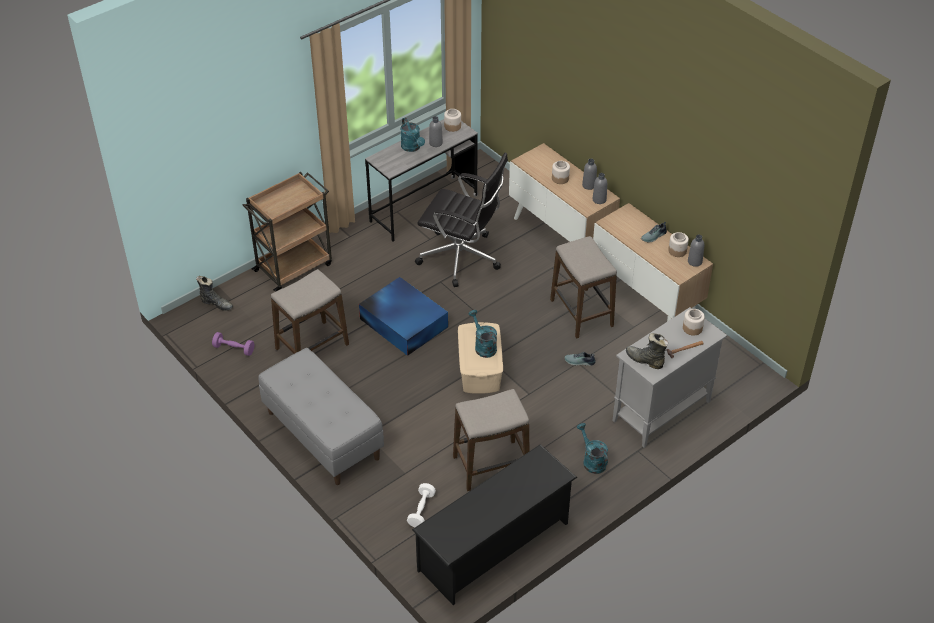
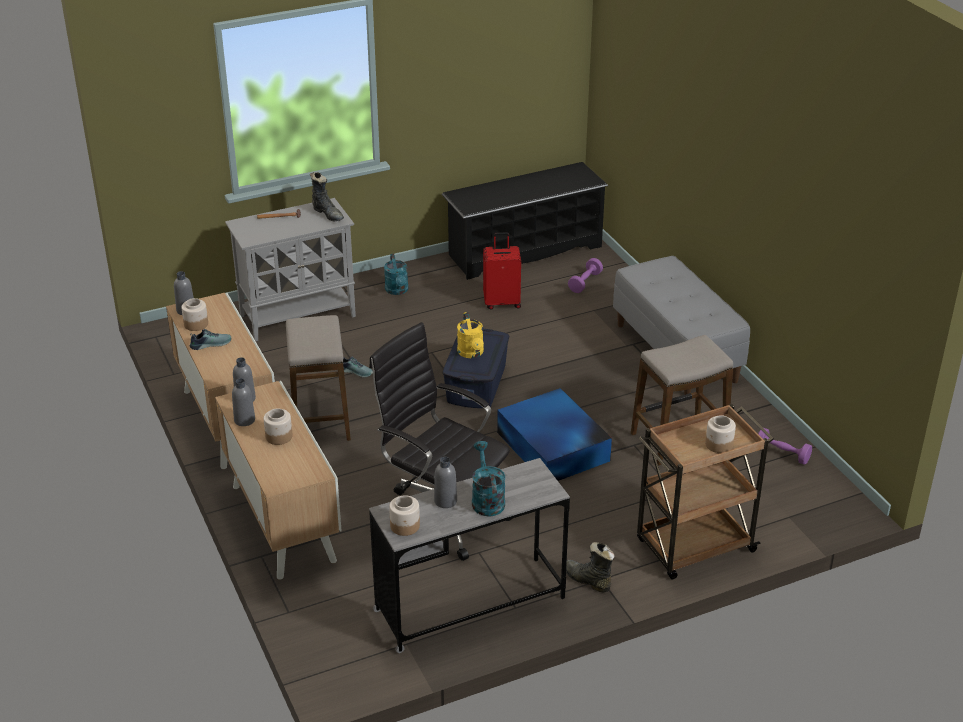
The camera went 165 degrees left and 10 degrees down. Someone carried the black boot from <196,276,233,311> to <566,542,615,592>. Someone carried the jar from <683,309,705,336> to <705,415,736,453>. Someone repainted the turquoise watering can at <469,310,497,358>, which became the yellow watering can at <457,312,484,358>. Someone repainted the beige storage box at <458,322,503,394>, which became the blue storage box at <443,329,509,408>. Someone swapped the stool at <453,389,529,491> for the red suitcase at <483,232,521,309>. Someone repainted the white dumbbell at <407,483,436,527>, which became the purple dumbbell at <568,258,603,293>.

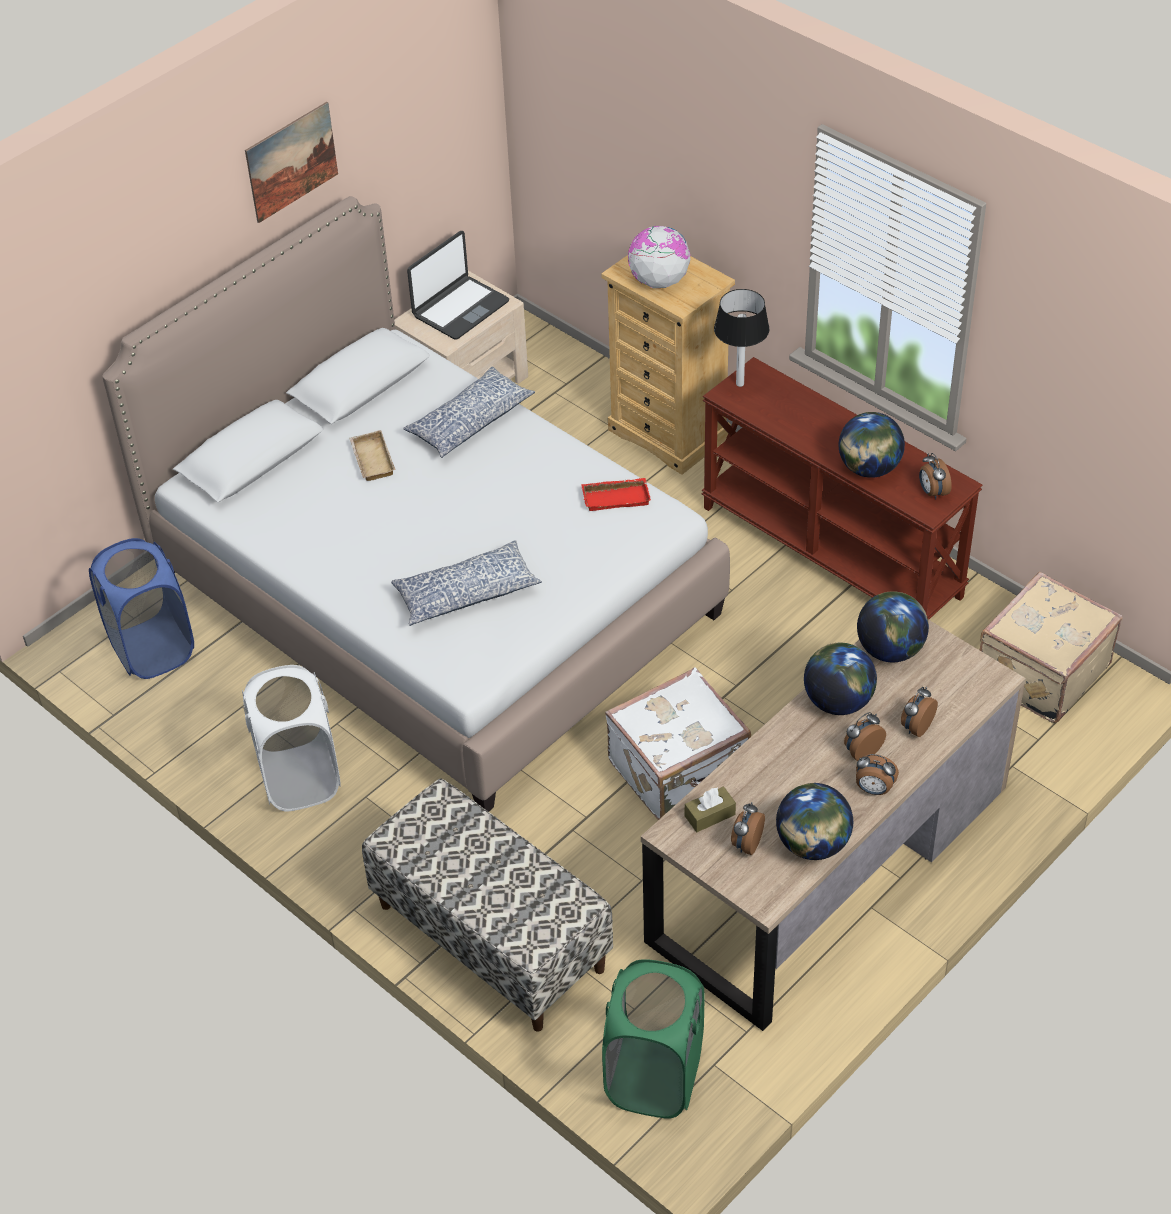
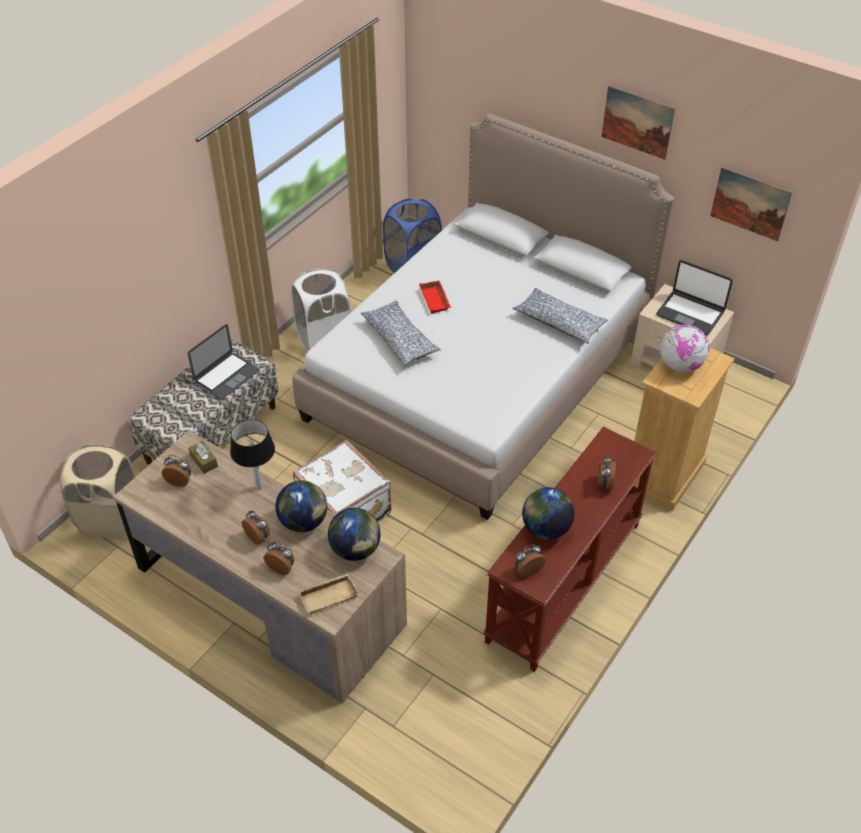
The camera went 80 degrees right and 0 degrees up. Someone carried the table lamp from <714,289,770,387> to <230,419,275,490>. Someone carried the beige tray from <349,430,396,481> to <298,573,359,614>. Someone carried the red tray from <581,478,651,511> to <419,281,451,314>. Someone took away the beige suitcase at <980,572,1122,723>. Someone carried the alarm clock from <856,754,899,795> to <598,455,616,490>. Someone took away the globe at <776,783,853,860>. Someone repainted the green laundry basket at <602,959,705,1119>, which became the beige laundry basket at <60,444,136,538>. Someone put up the picture at <710,167,792,241>. Someone put down the laptop at <188,324,260,399>.

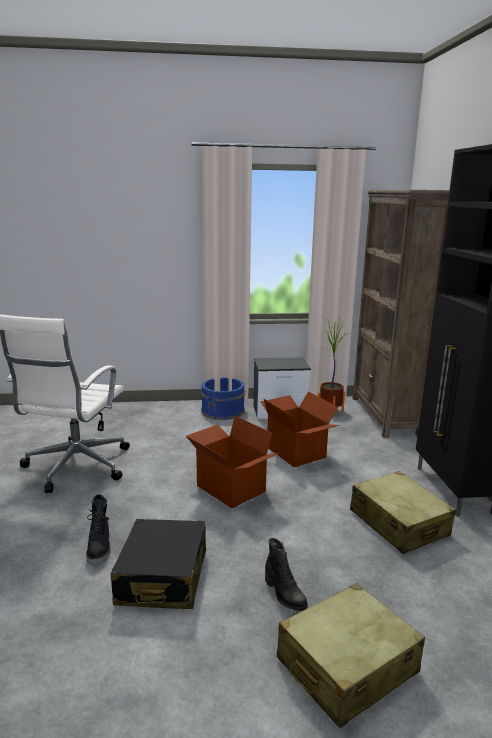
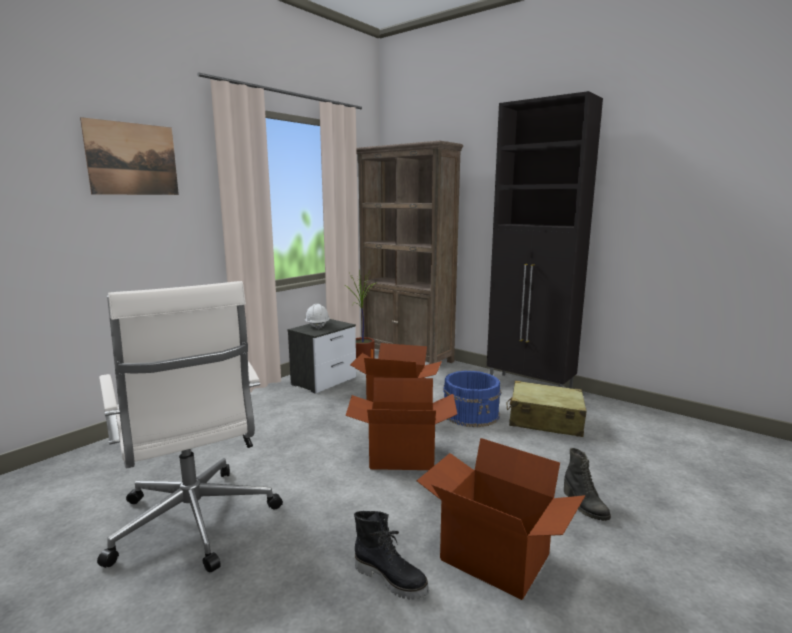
The camera went 45 degrees left and 5 degrees down. Someone carried the blue bucket from <201,378,245,420> to <443,371,501,427>. Someone swapped the black suitcase at <110,519,206,609> for the cardboard box at <417,438,585,600>. Someone rotated the black boot at <265,538,308,611> by 60 degrees clockwise. Someone took away the beige suitcase at <277,583,425,728>. Someone put up the picture at <80,117,179,195>. Someone put down the white hard hat at <305,304,330,329>.

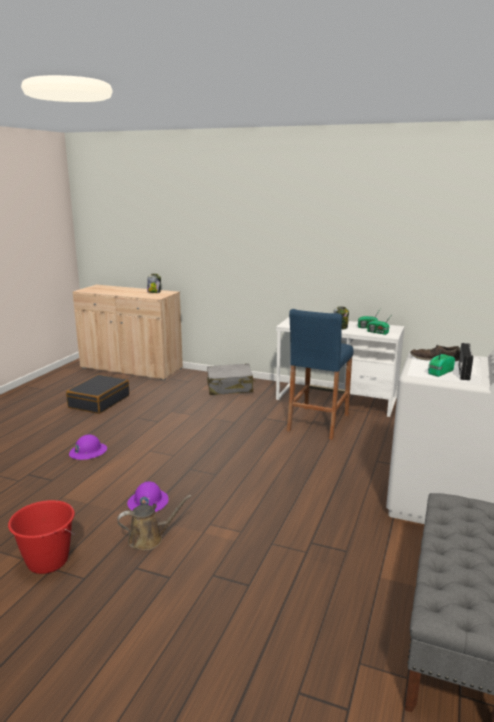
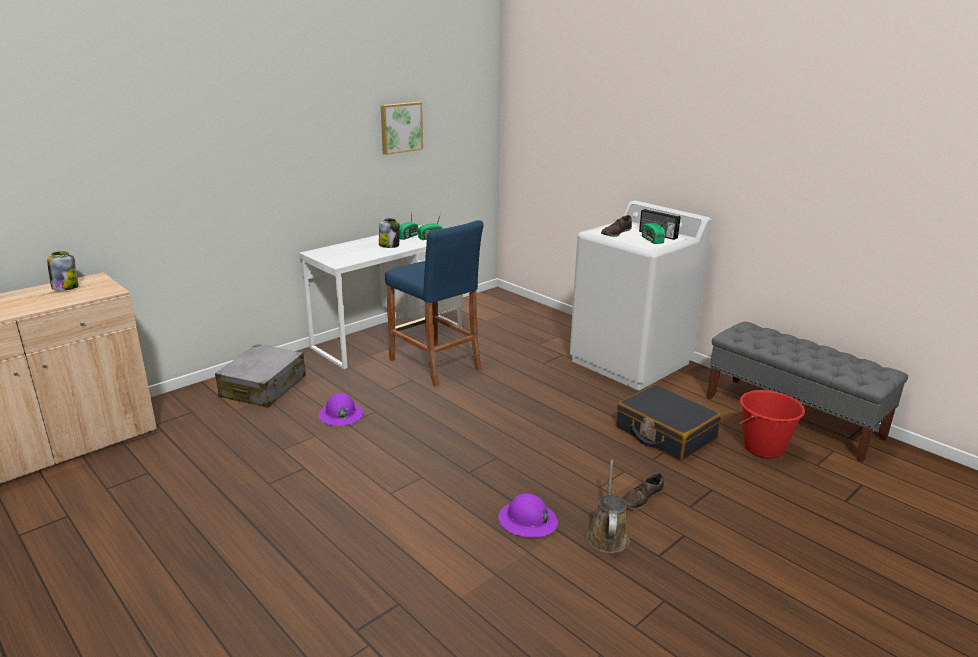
The camera went 65 degrees left and 5 degrees up. Someone carried the black suitcase from <66,375,129,414> to <616,384,721,461>. Someone carried the purple hard hat from <69,434,107,460> to <318,393,363,426>. Someone carried the red bucket from <8,500,76,574> to <739,390,805,459>. Someone put up the picture at <381,102,423,155>. Someone put down the brown shoe at <622,473,664,510>.

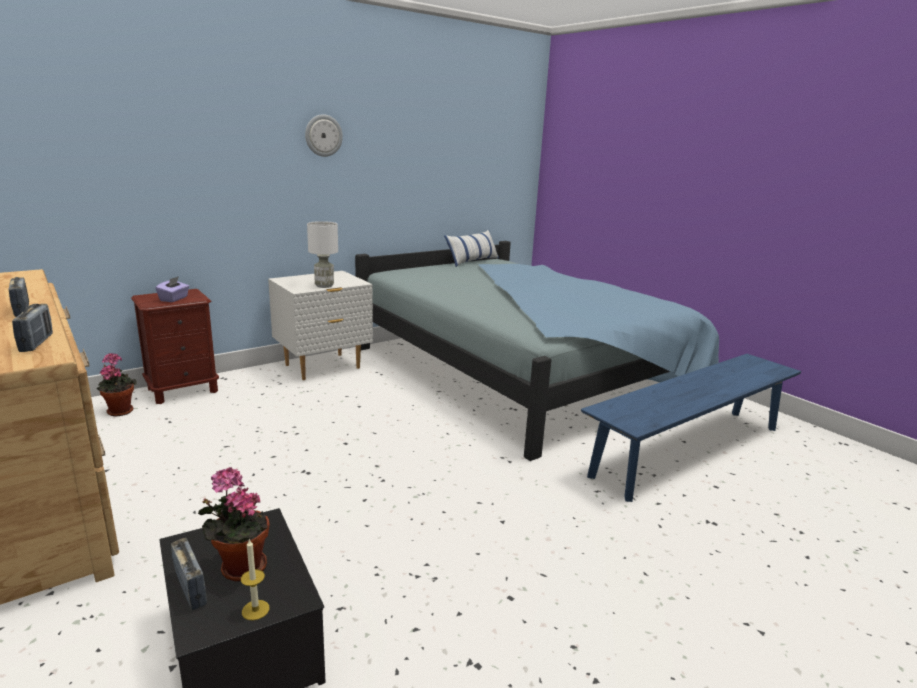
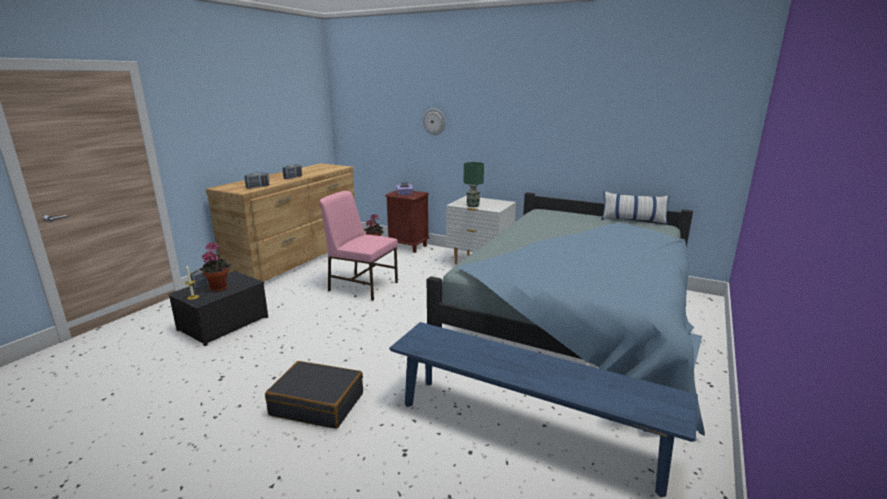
The camera went 65 degrees right and 0 degrees up. Someone carried the wall clock from <305,114,343,157> to <423,108,446,135>. Someone repainted the white table lamp at <307,221,338,288>, which became the green table lamp at <464,162,484,207>. Someone put down the pink chair at <320,191,398,301>. Someone put down the black suitcase at <265,361,363,429>.

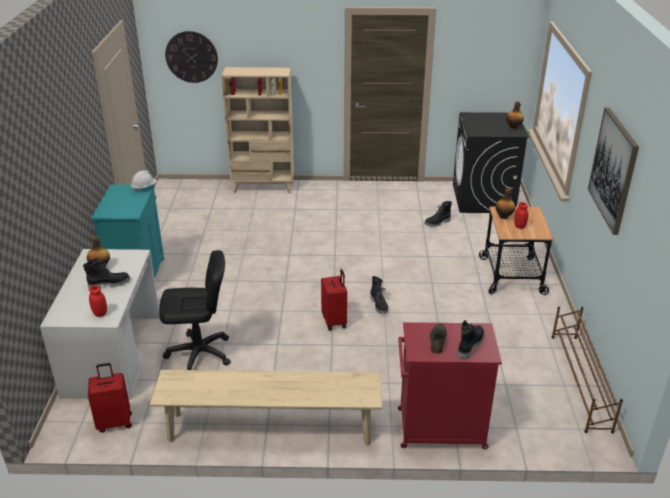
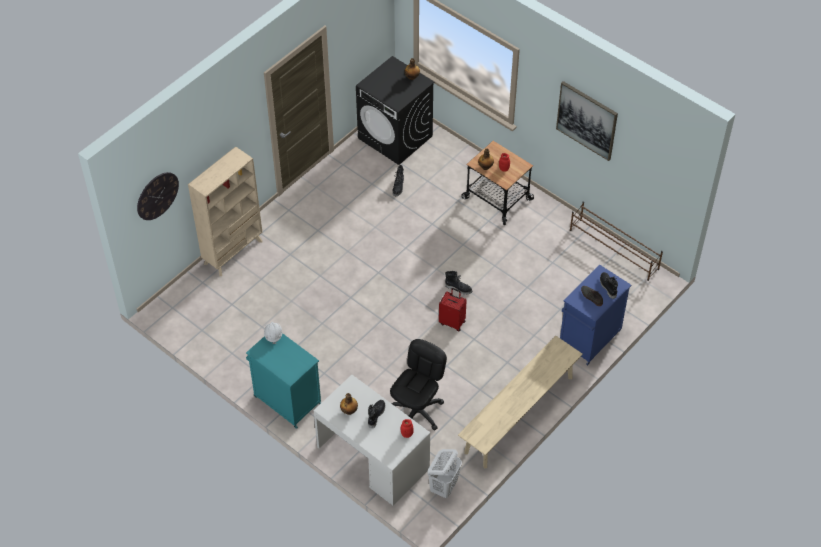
The camera went 50 degrees left and 20 degrees up. Someone repainted the red cabinet at <398,322,502,449>, which became the blue cabinet at <560,264,631,366>. Someone swapped the red suitcase at <88,363,132,433> for the white laundry basket at <427,449,462,498>.

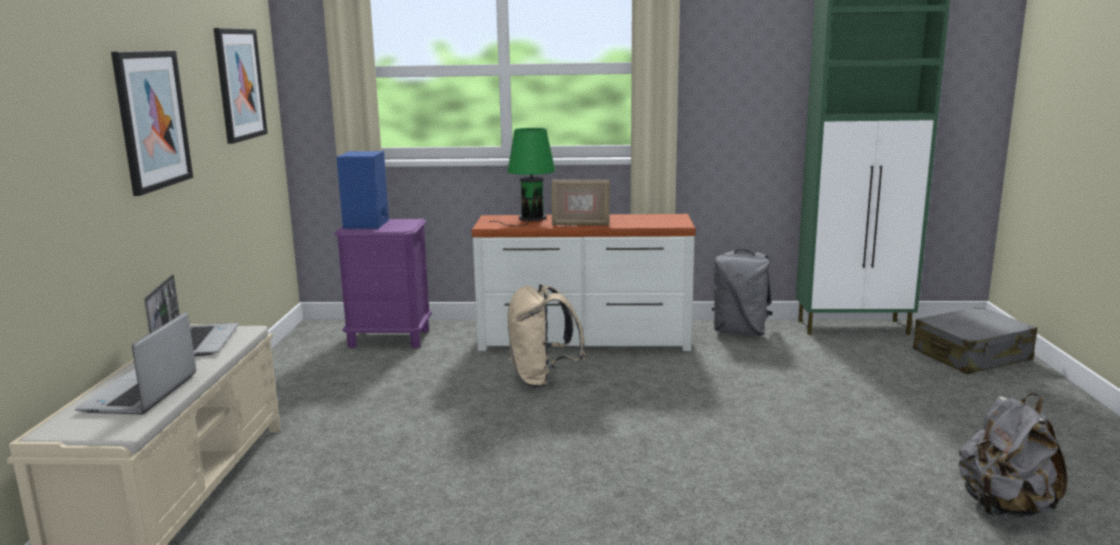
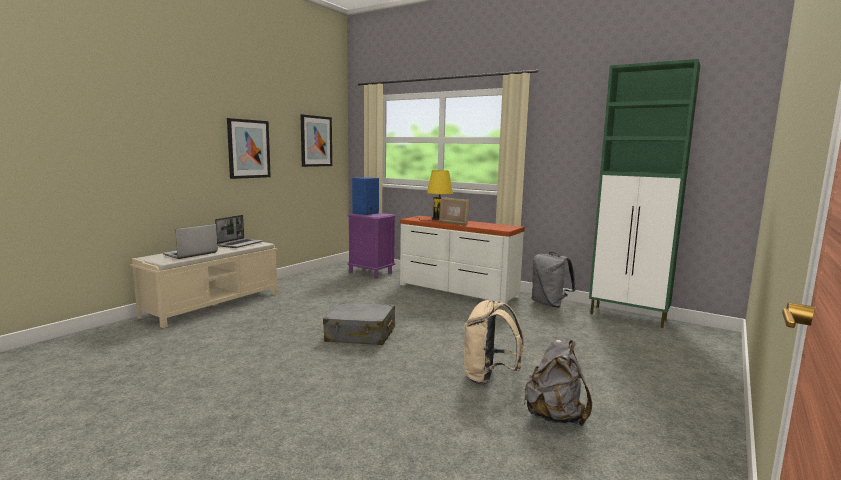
The camera went 30 degrees right and 5 degrees down. Someone repainted the green table lamp at <490,128,556,226>, which became the yellow table lamp at <419,170,453,221>. Someone carried the beige backpack from <508,284,586,388> to <464,300,524,385>. Someone carried the grey suitcase from <913,306,1037,374> to <323,302,395,345>.

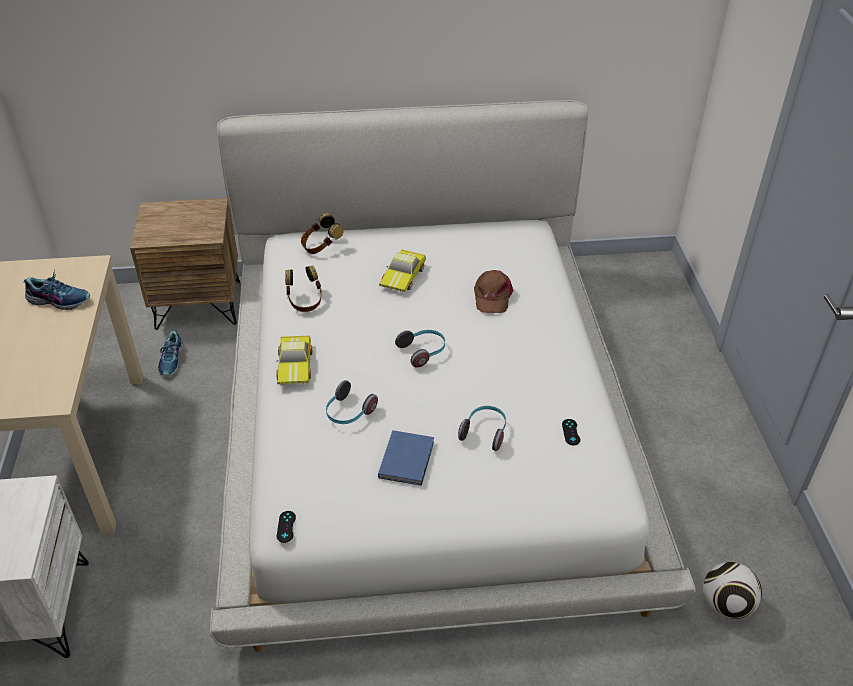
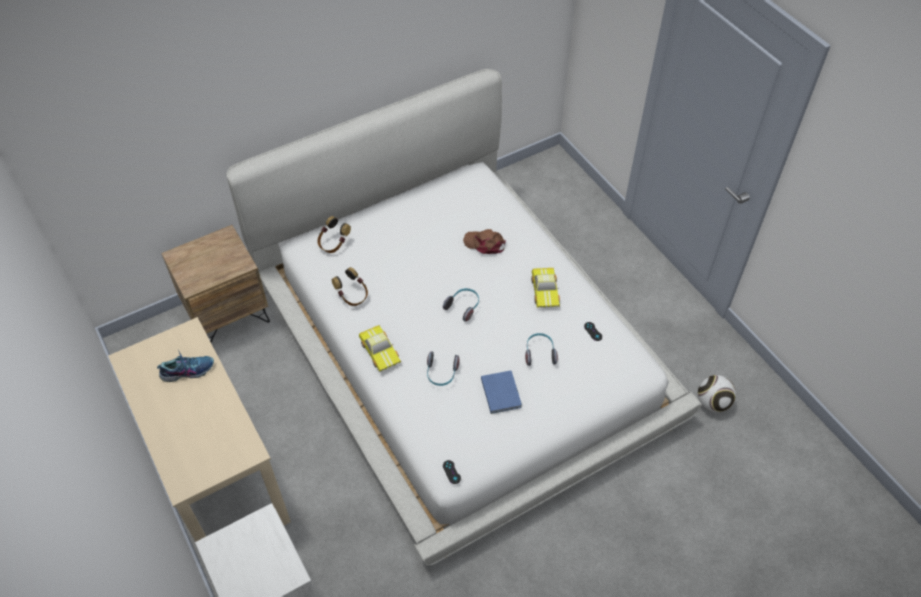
The camera went 25 degrees left and 10 degrees up. Someone carried the toy car from <379,250,426,292> to <531,268,560,308>. Someone rotated the brown cap at <474,270,513,313> by 135 degrees clockwise. Someone took away the shoe at <158,331,183,376>.

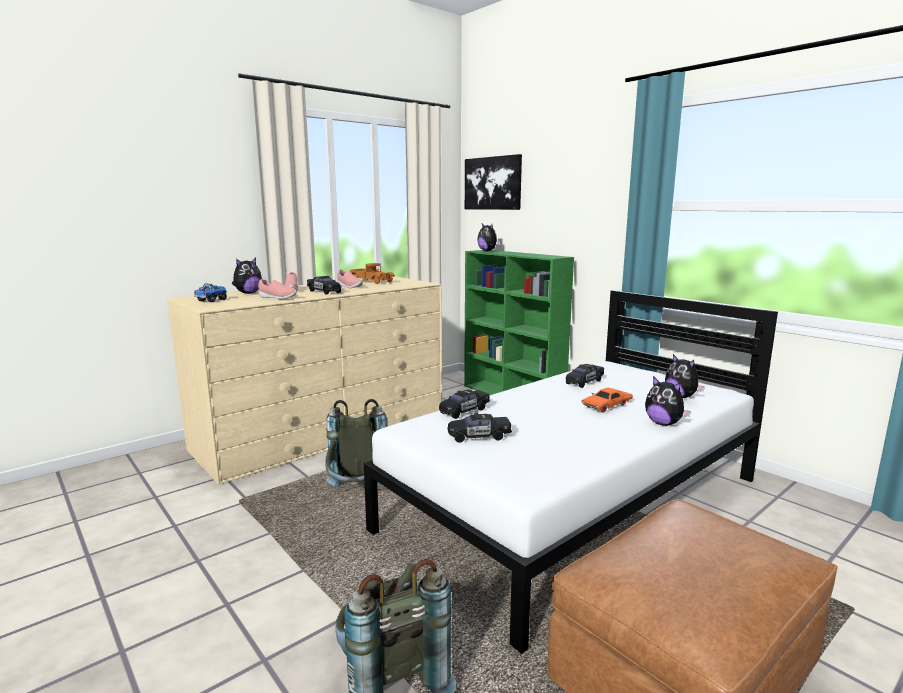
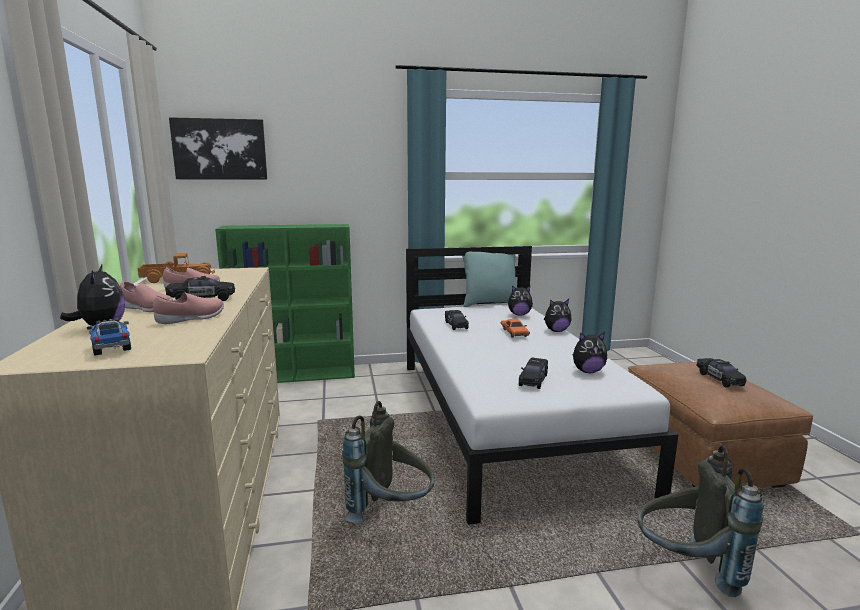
The camera went 60 degrees left and 0 degrees up. Someone carried the plush toy from <477,224,500,251> to <573,332,607,373>. Someone carried the black toy car from <439,390,490,419> to <696,358,747,388>. Someone put down the turquoise pillow at <460,247,517,307>.

